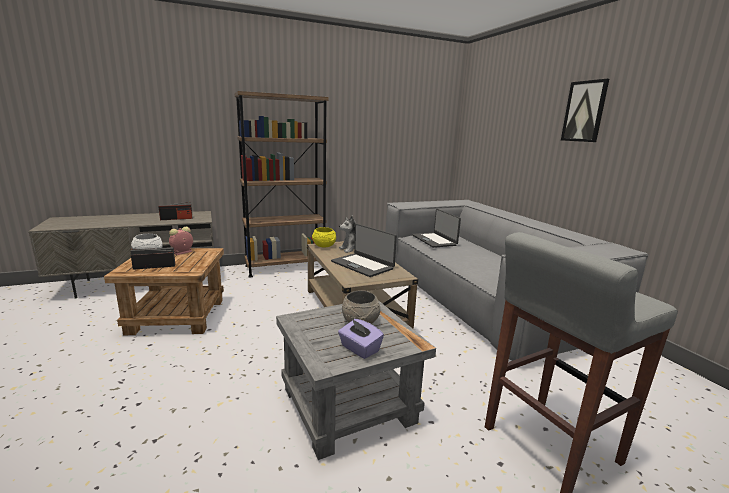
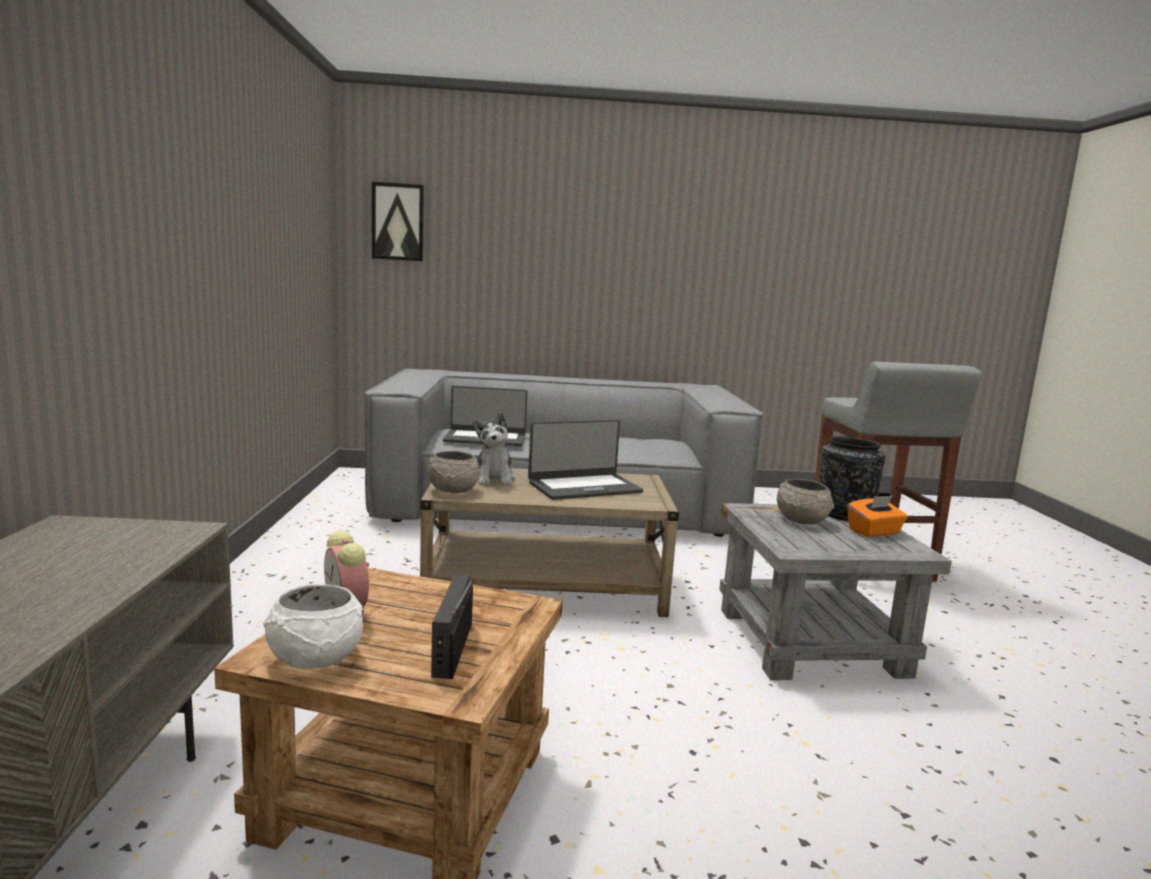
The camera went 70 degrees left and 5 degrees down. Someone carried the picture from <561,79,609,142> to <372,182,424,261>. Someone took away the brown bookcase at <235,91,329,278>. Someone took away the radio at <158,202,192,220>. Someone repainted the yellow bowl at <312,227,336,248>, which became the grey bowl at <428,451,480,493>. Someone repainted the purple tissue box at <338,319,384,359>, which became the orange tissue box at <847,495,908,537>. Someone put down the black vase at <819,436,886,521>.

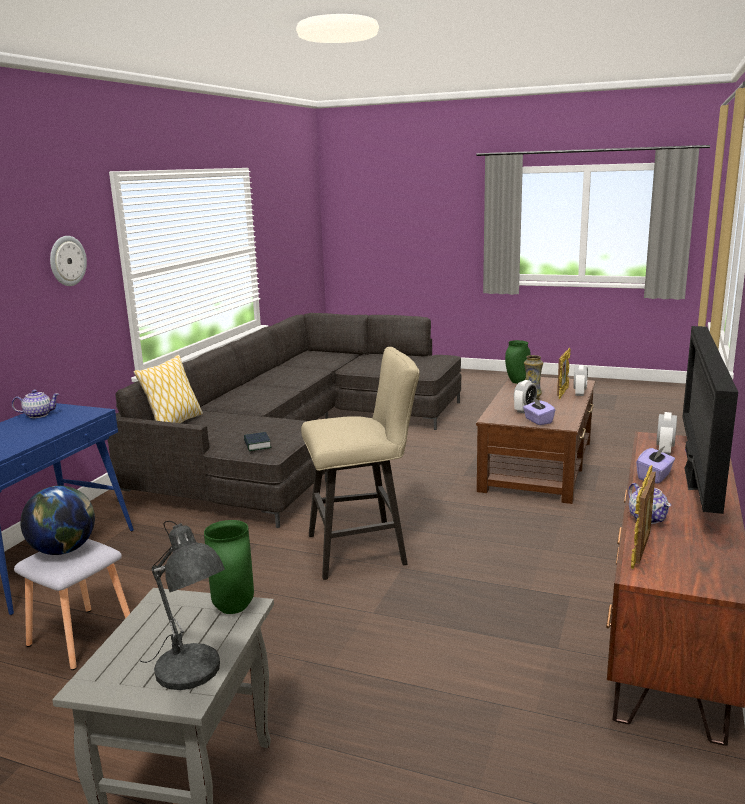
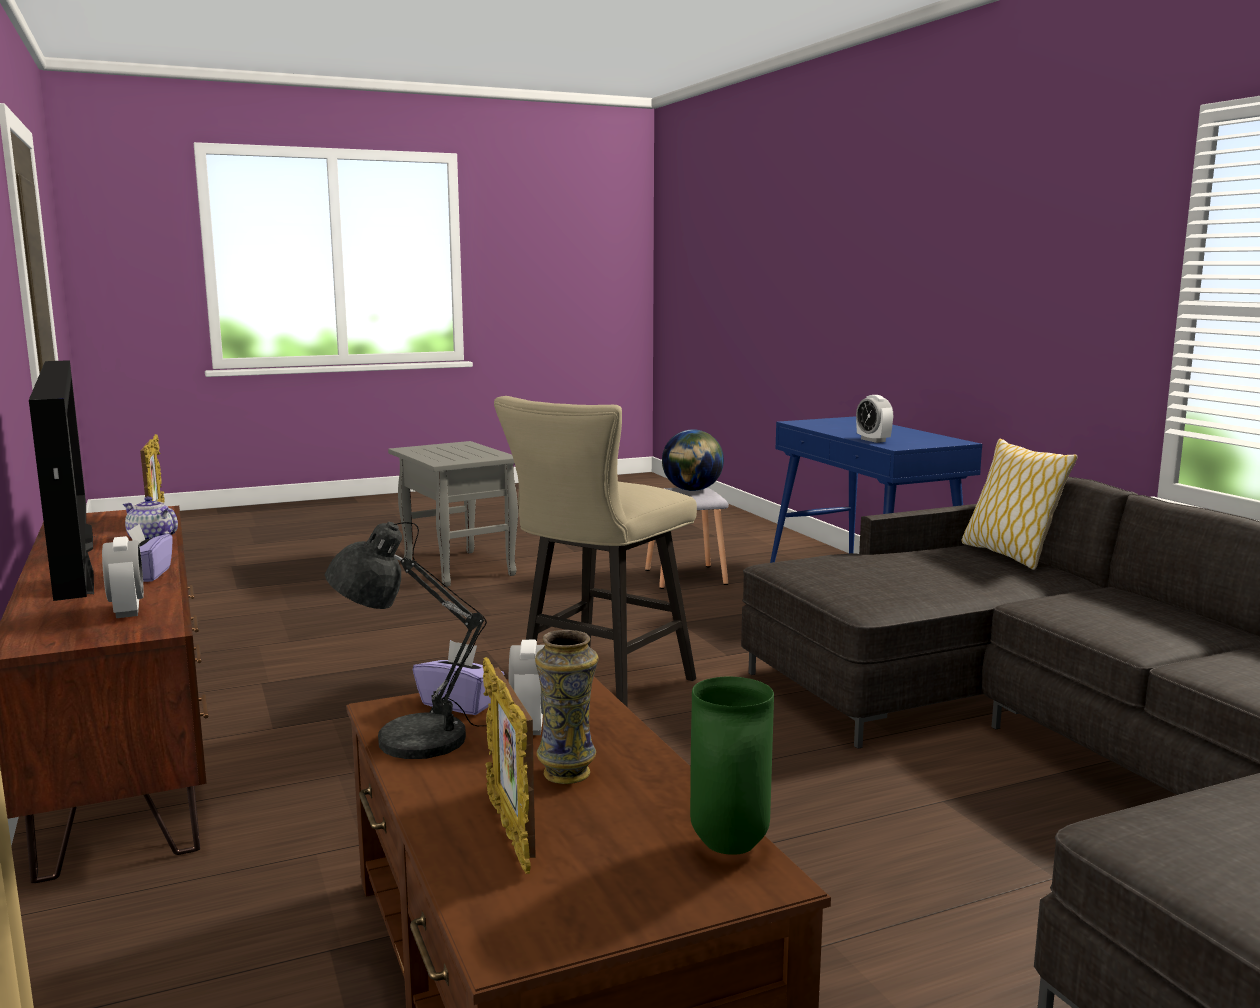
The camera went 135 degrees right and 5 degrees down. Someone took away the wall clock at <50,236,87,286>. Someone carried the alarm clock from <573,365,588,396> to <856,395,893,443>. Someone took away the teapot at <12,390,59,418>. Someone took away the book at <244,432,271,451>. Someone took away the green vase at <204,520,254,614>. Someone carried the grey table lamp from <141,521,225,690> to <325,522,487,759>.

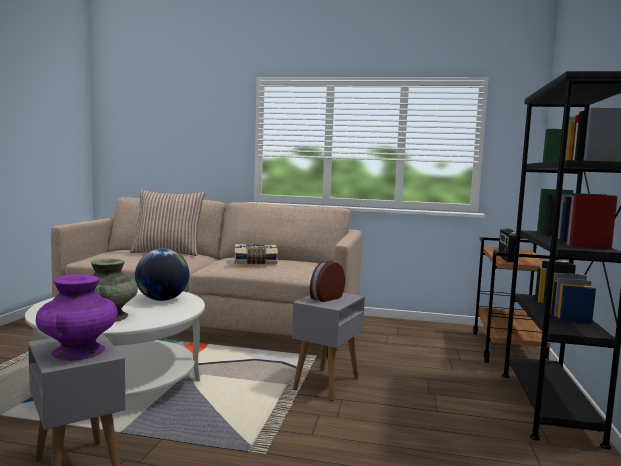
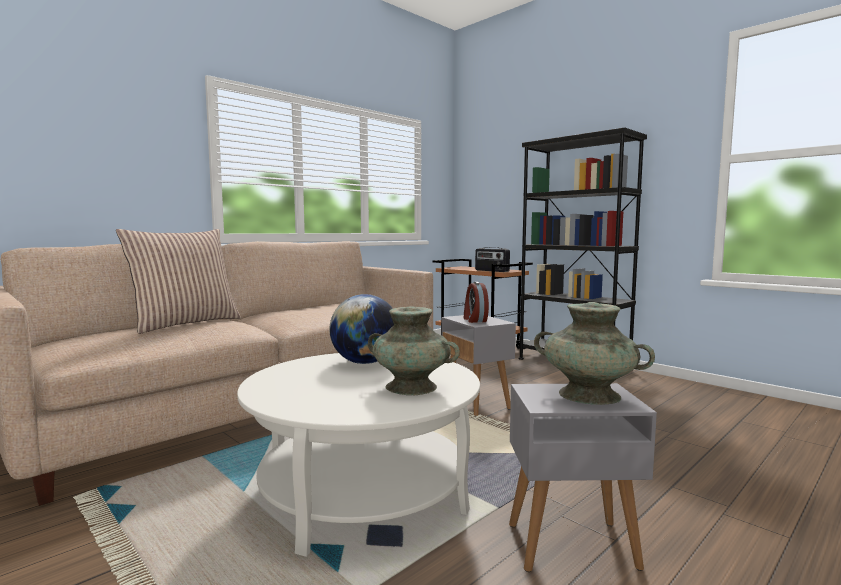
The camera went 55 degrees left and 0 degrees up. Someone took away the book at <235,244,278,265>. Someone repainted the purple vase at <36,274,118,361>, which became the turquoise vase at <534,302,655,405>.

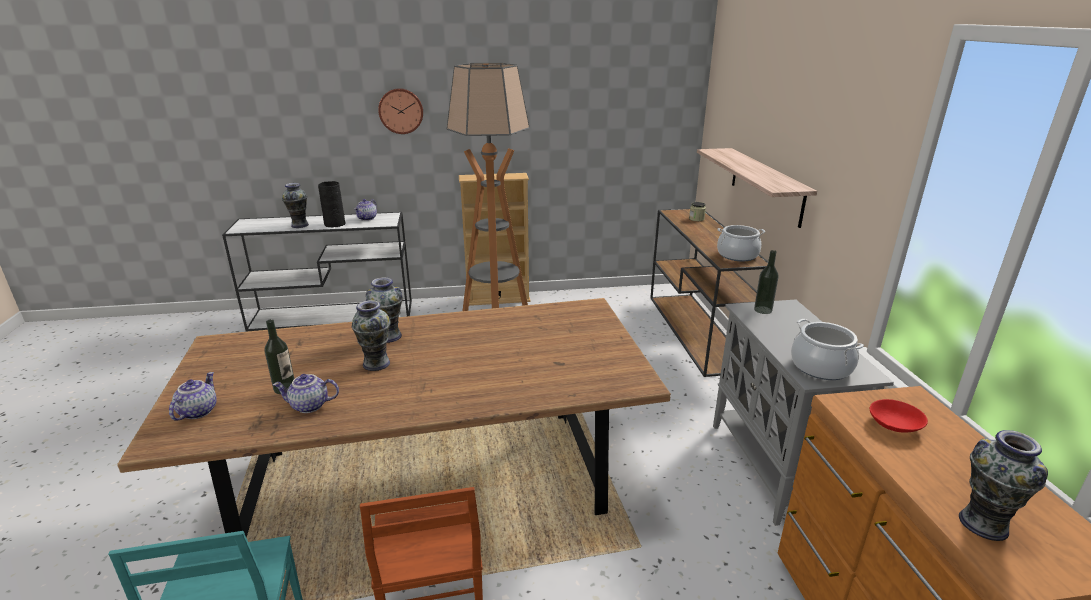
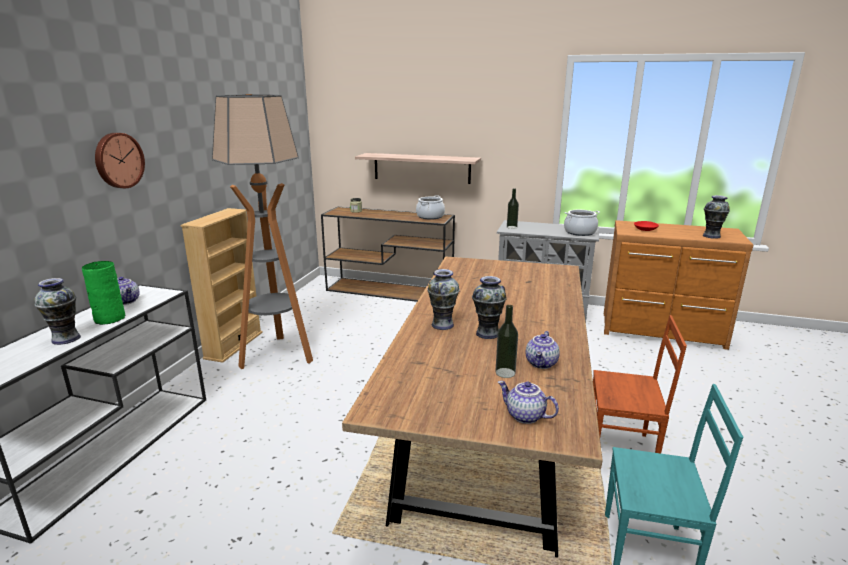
The camera went 65 degrees left and 5 degrees down. Someone repainted the black vase at <318,181,345,227>, which became the green vase at <82,261,126,325>.

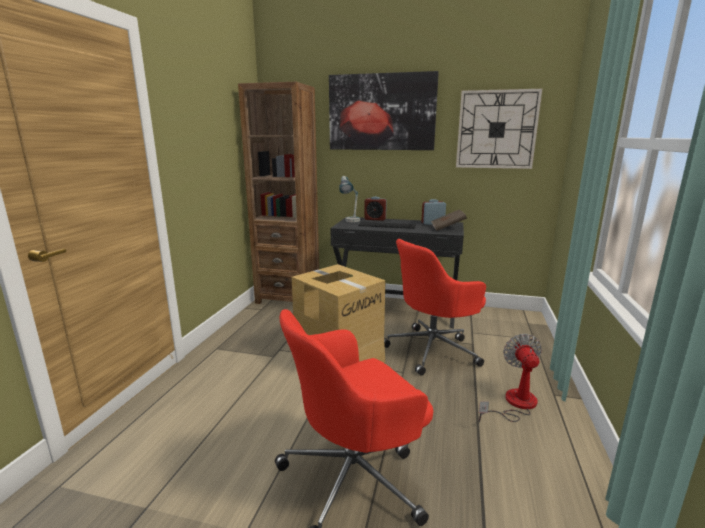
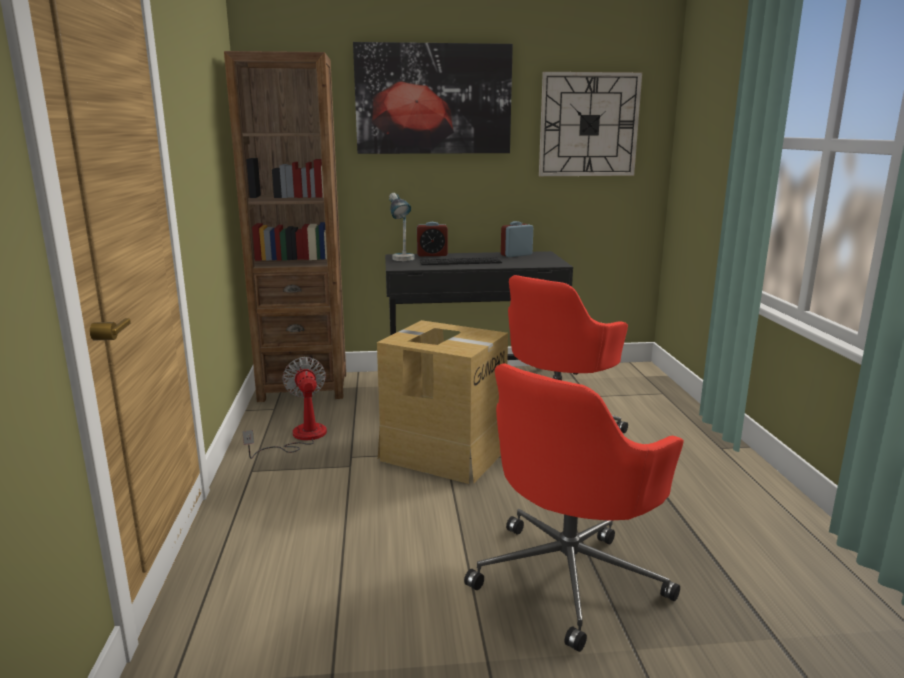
The camera went 20 degrees left and 0 degrees up. Someone took away the brown book at <431,209,467,231>. Someone carried the fan from <479,334,542,422> to <242,357,327,459>.

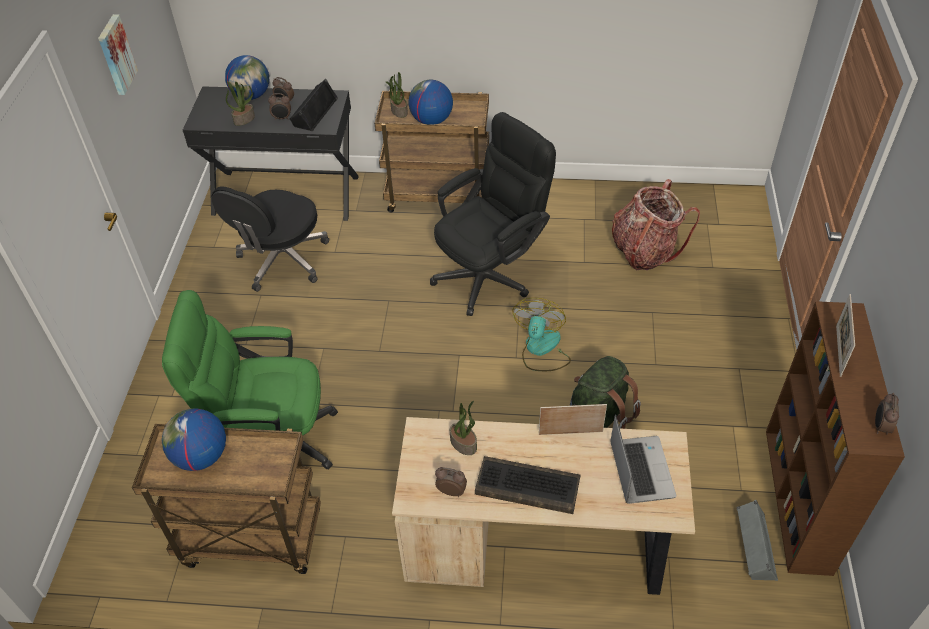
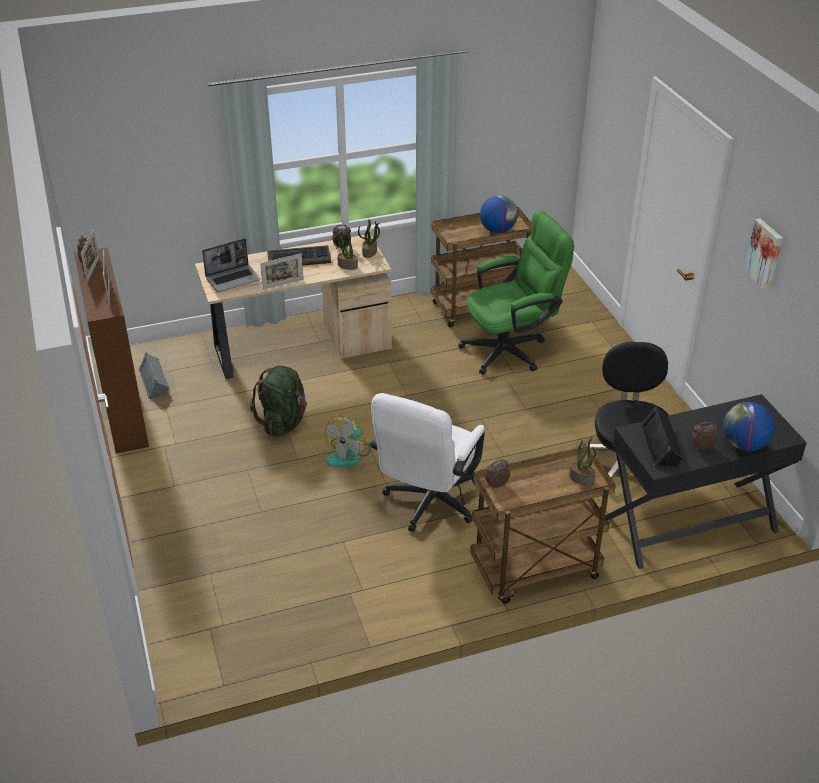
The camera went 155 degrees right and 10 degrees down. Someone took away the globe at <408,80,453,125>. Someone carried the potted plant from <226,81,255,126> to <358,220,380,258>. Someone carried the alarm clock from <268,93,291,120> to <485,459,510,489>. Someone repainted the black office chair at <430,112,556,316>, which became the white office chair at <370,393,485,532>. Someone took away the backpack at <612,179,700,270>. Someone rotated the fan at <512,298,571,371> by 45 degrees clockwise. Someone rotated the laptop at <610,414,676,504> by 90 degrees counterclockwise. Someone put down the picture frame at <81,229,100,282>.

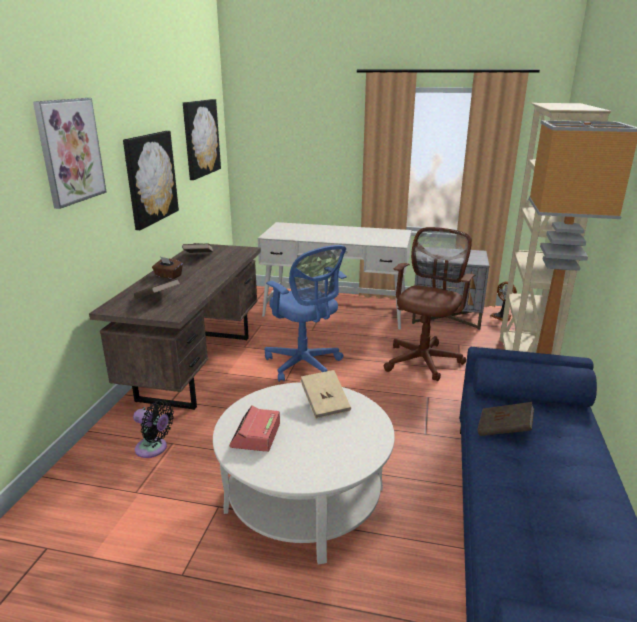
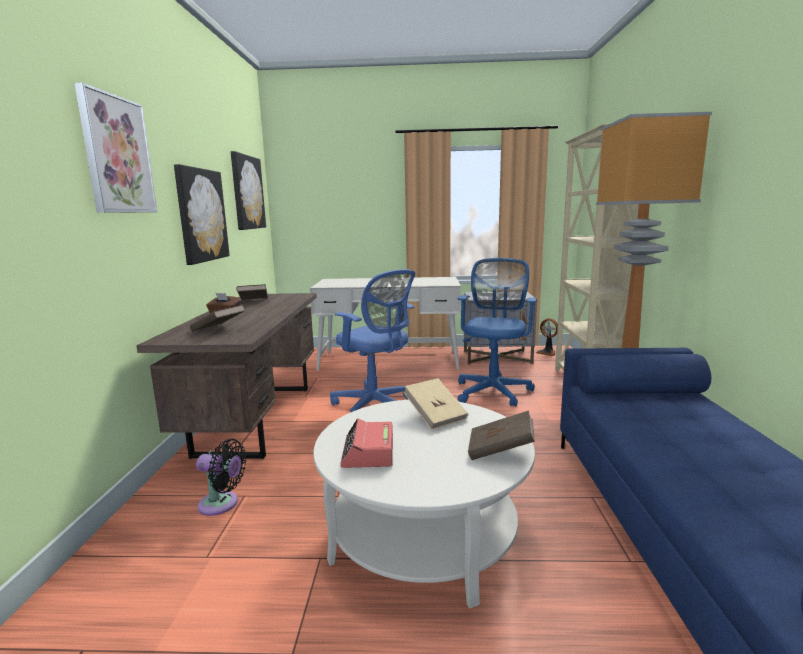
The camera went 10 degrees left and 10 degrees down. Someone repainted the brown office chair at <383,227,475,381>, which became the blue office chair at <457,258,537,407>. Someone carried the brown book from <477,402,534,436> to <468,410,535,460>.

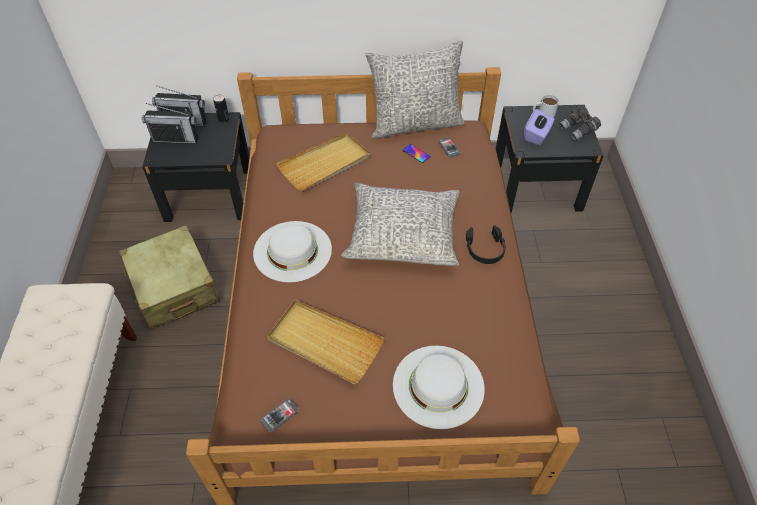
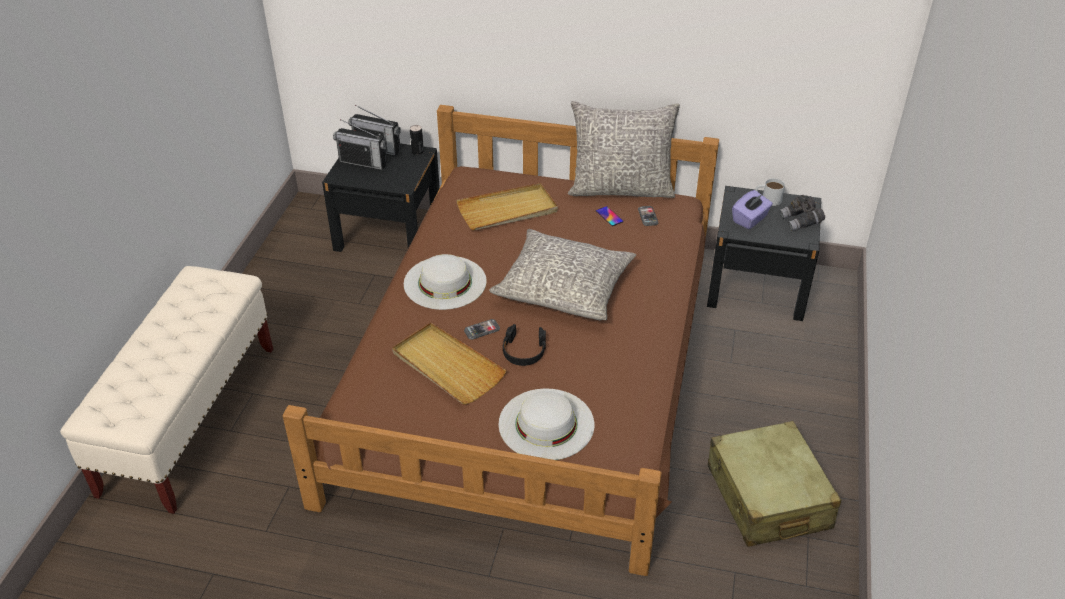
The camera went 15 degrees right and 10 degrees down. Someone carried the beige suitcase from <119,225,220,330> to <708,421,841,547>. Someone carried the black headphones from <466,225,506,264> to <502,324,546,366>. Someone carried the phone from <261,399,299,432> to <464,319,500,340>.

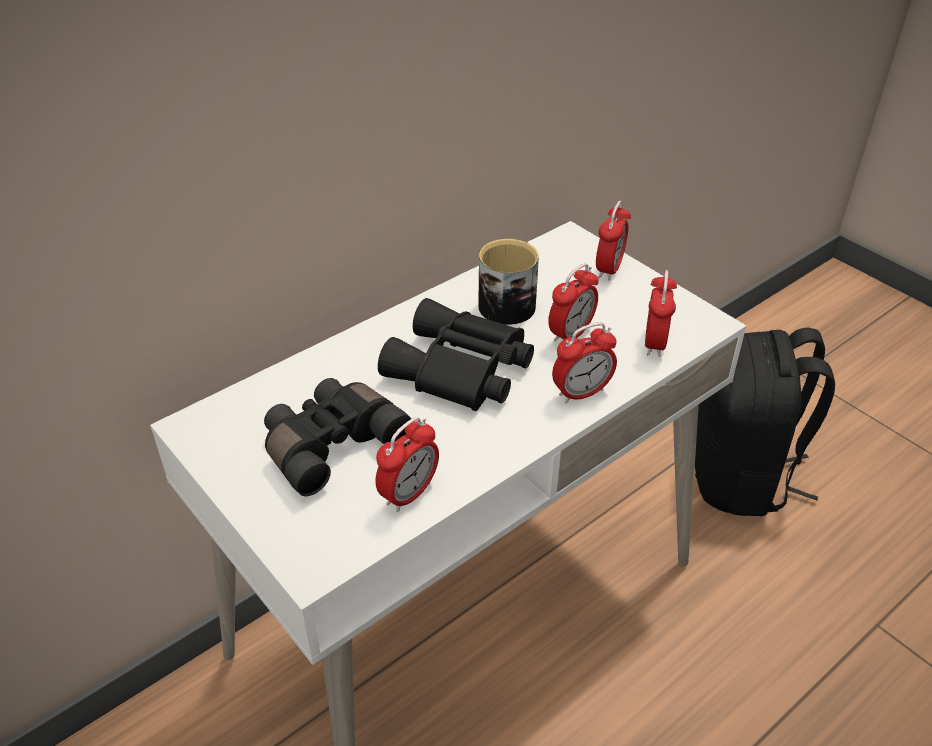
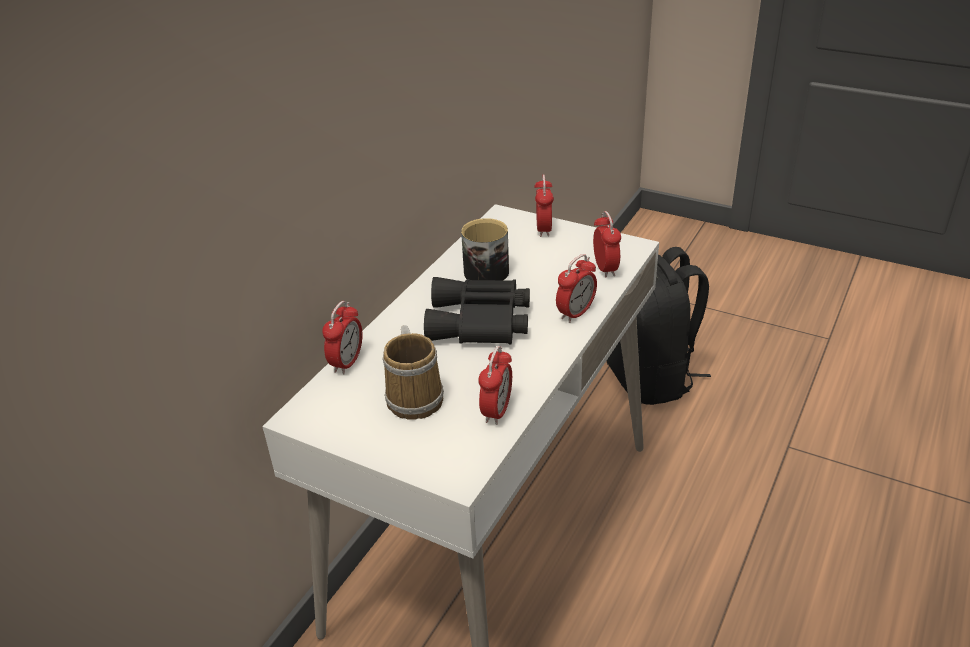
The camera went 20 degrees left and 5 degrees down. Someone carried the alarm clock from <548,264,598,342> to <322,301,362,374>. Someone swapped the black binoculars at <264,378,411,496> for the mug at <382,325,444,420>.

